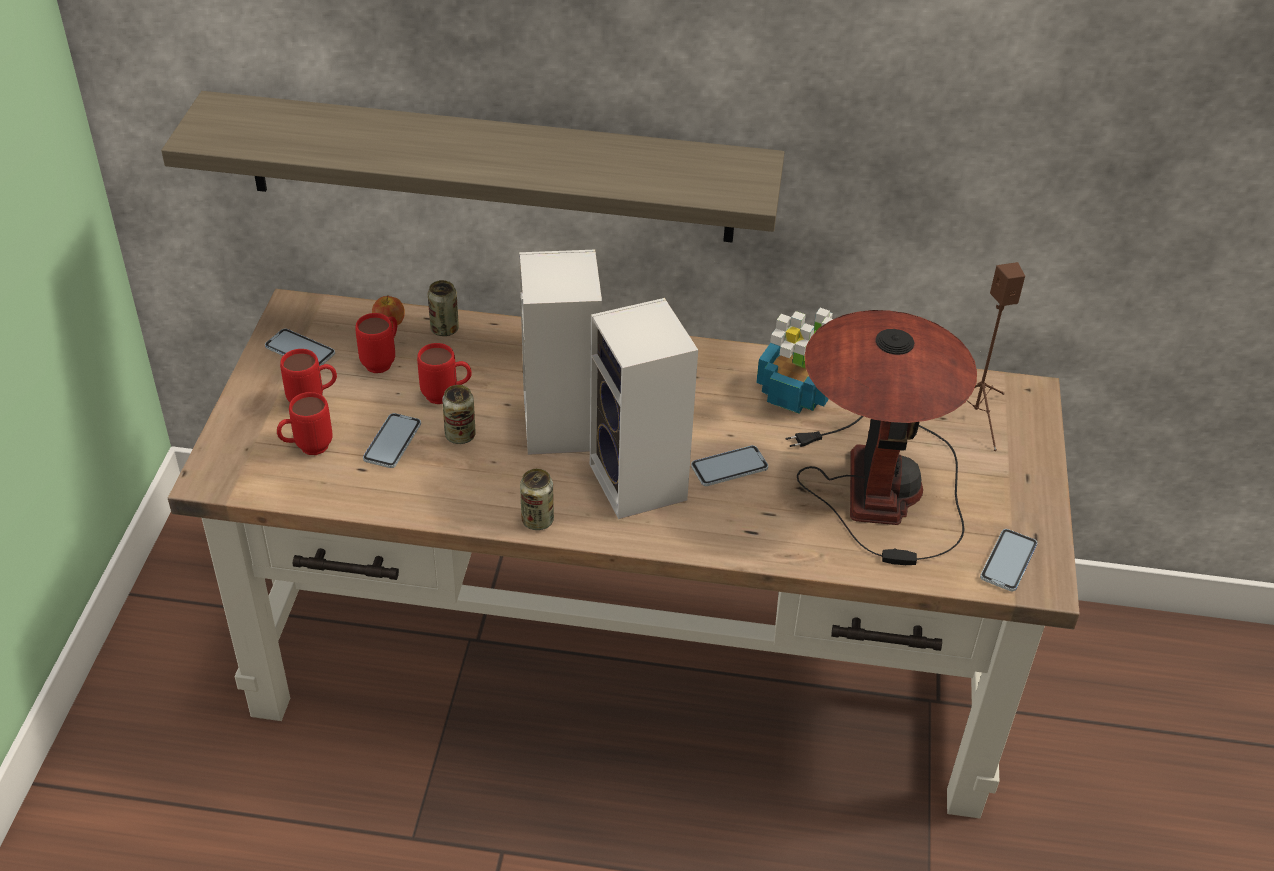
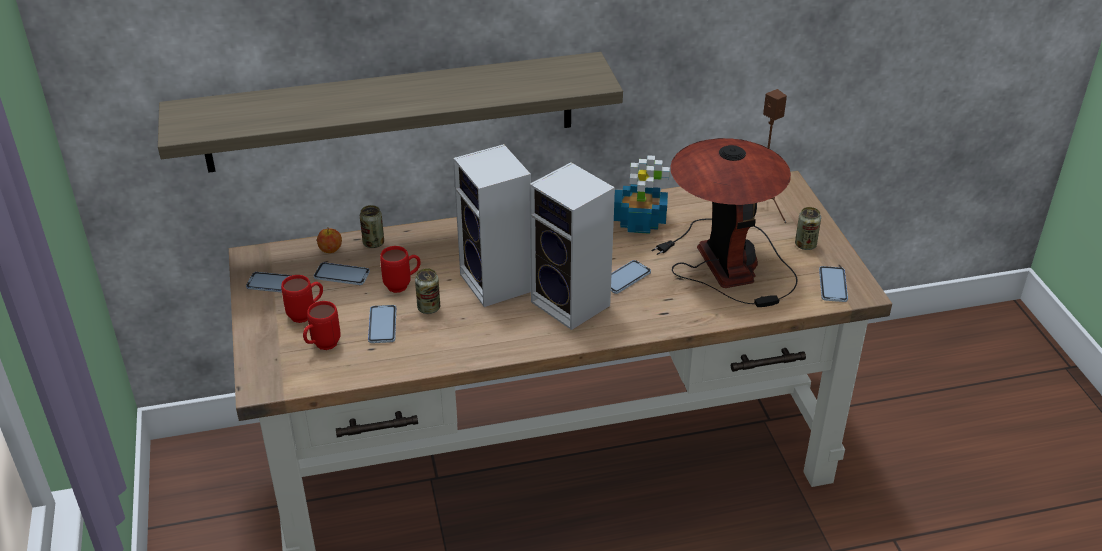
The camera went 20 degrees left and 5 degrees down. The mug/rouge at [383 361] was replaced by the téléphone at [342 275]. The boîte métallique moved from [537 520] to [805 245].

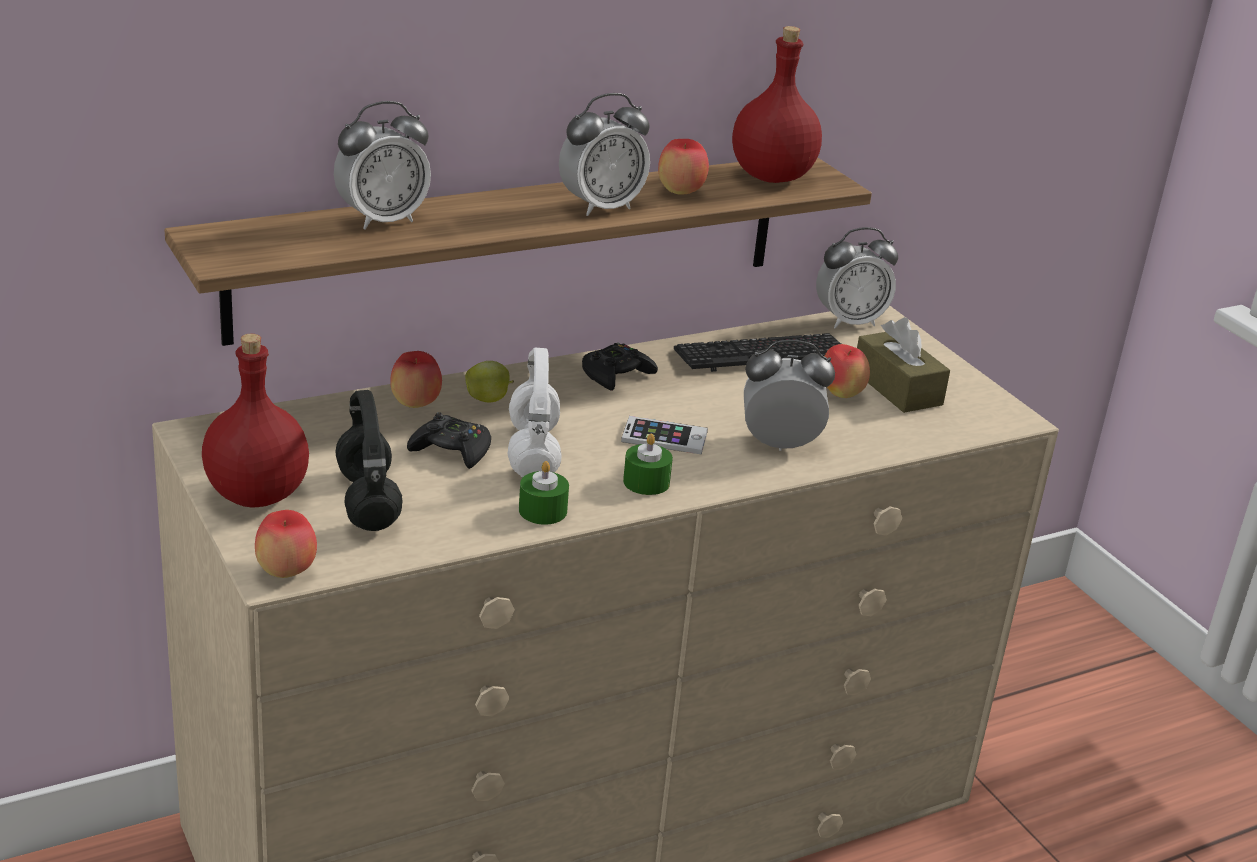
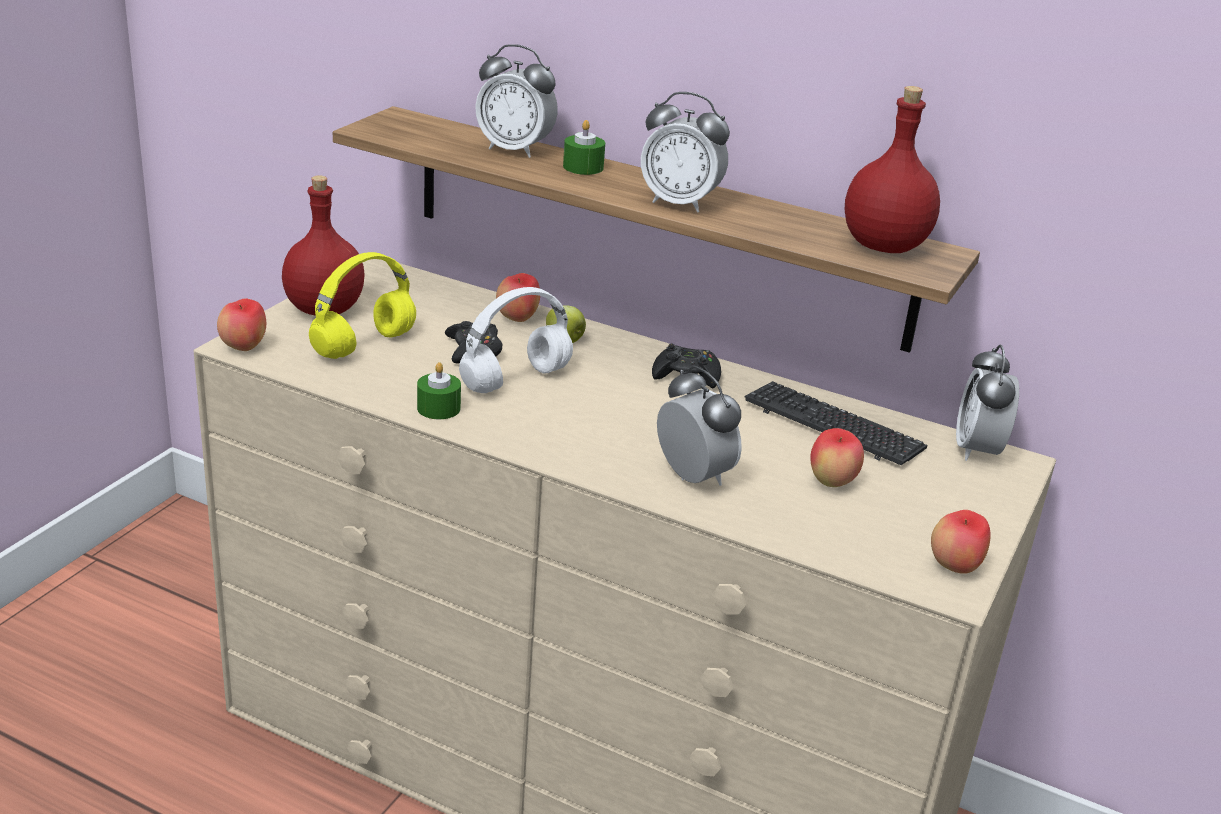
The camera went 55 degrees right and 0 degrees up. The casque audio/noir at [369 503] became the casque audio/jaune at [363 346]. The téléphone at [664 437] disappeared. The bougie/vert moved from [646 482] to [583 167]. The pomme moved from [680 192] to [955 567]. The réveil at [849 321] turned 60 degrees clockwise. The boîte à mouchoirs/marron at [897 388] disappeared.

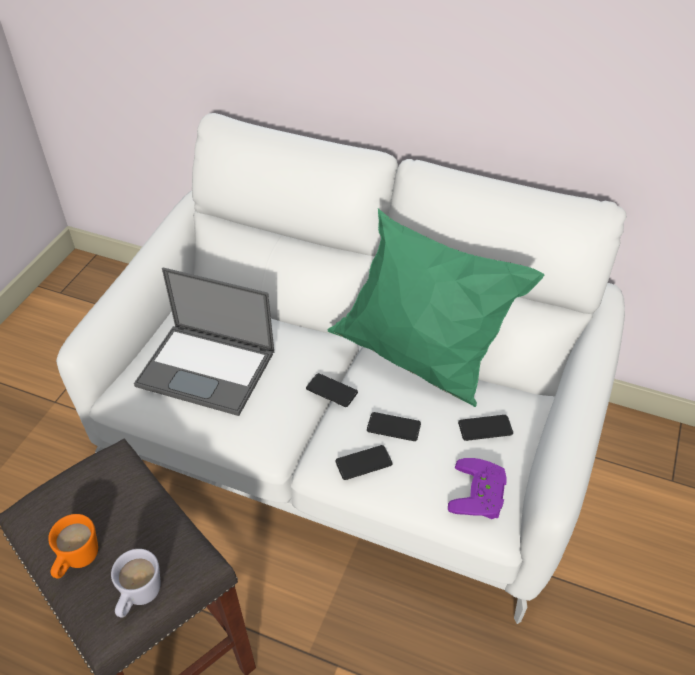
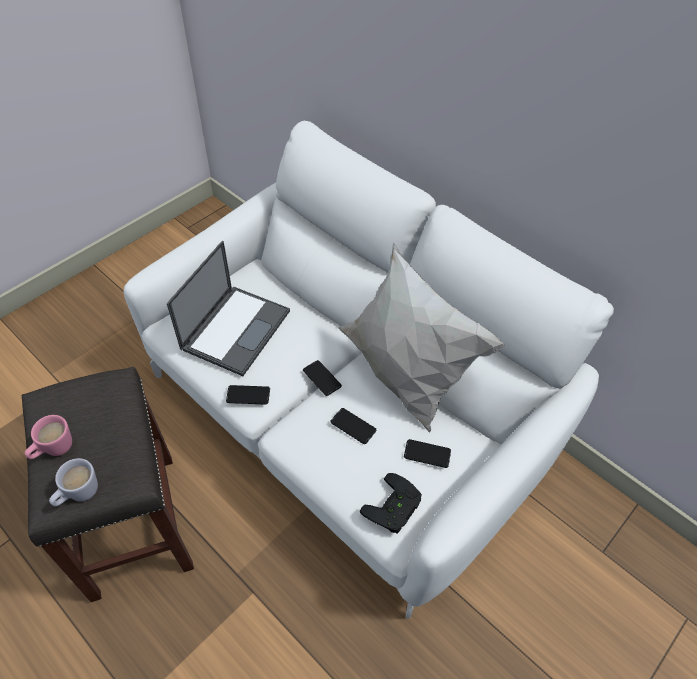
The camera went 20 degrees right and 5 degrees up. The mug/orange at [77 561] became the mug/rose at [54 450]. The ordinateur portable at [208 368] turned 105 degrees counterclockwise. The coussin/vert at [420 363] became the coussin/blanc at [403 379]. The téléphone moved from [363 463] to [248 395]. The manette/violet at [481 494] became the manette/noir at [395 508].

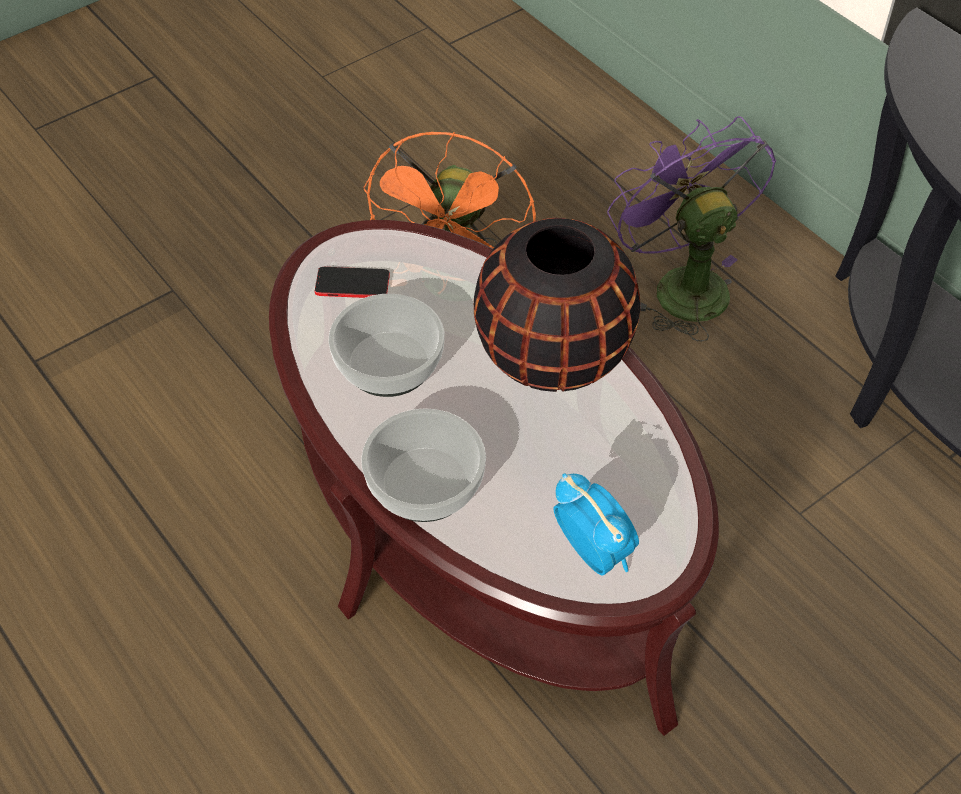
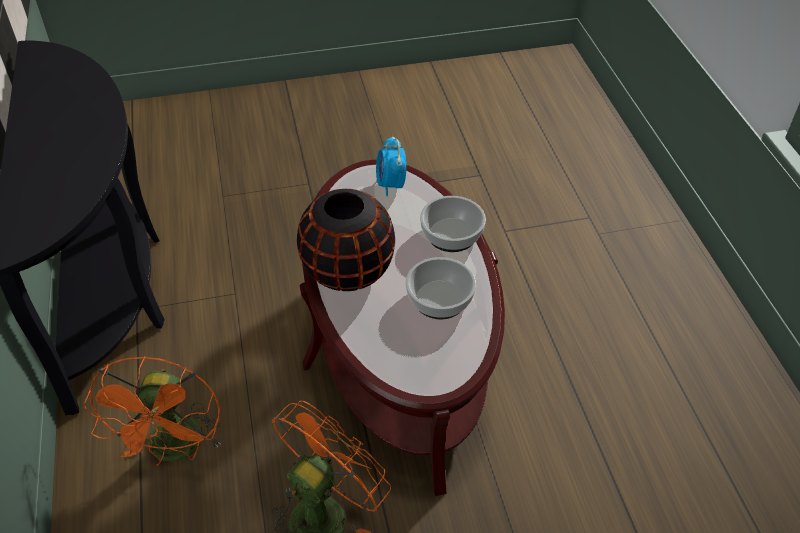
The camera went 155 degrees left and 5 degrees down. The téléphone at [352 284] disappeared. The ventilateur/violet at [680 284] became the ventilateur/orange at [175 450].

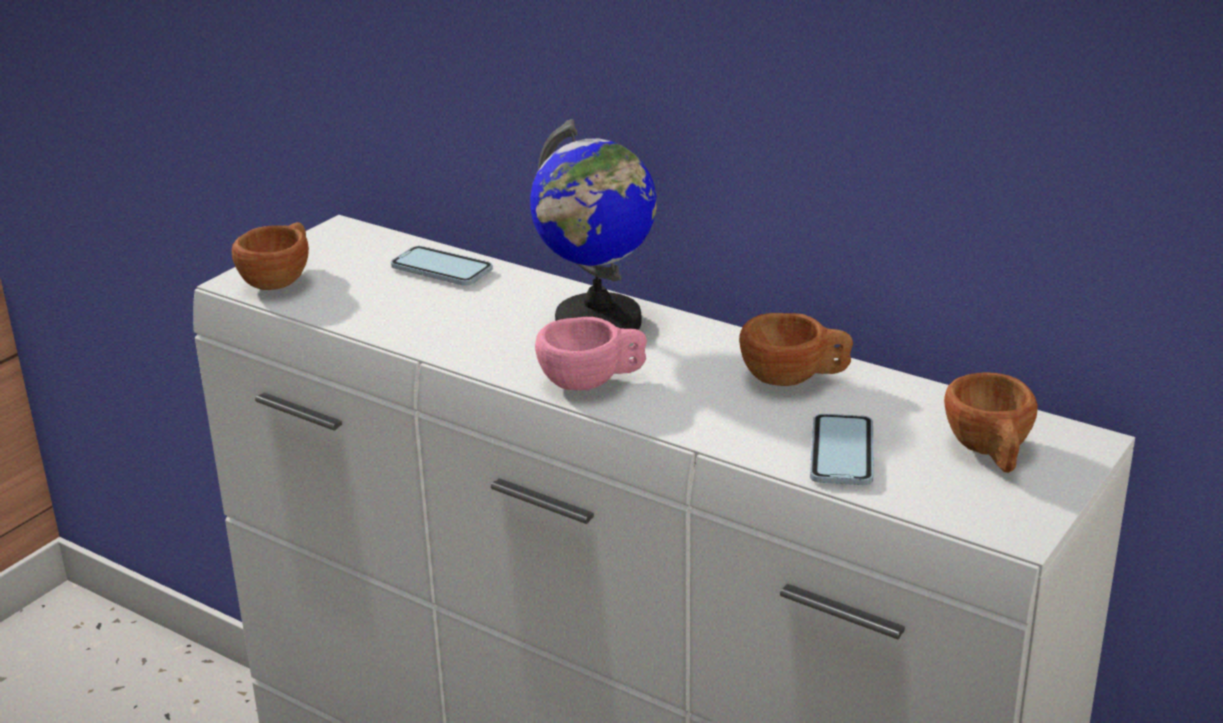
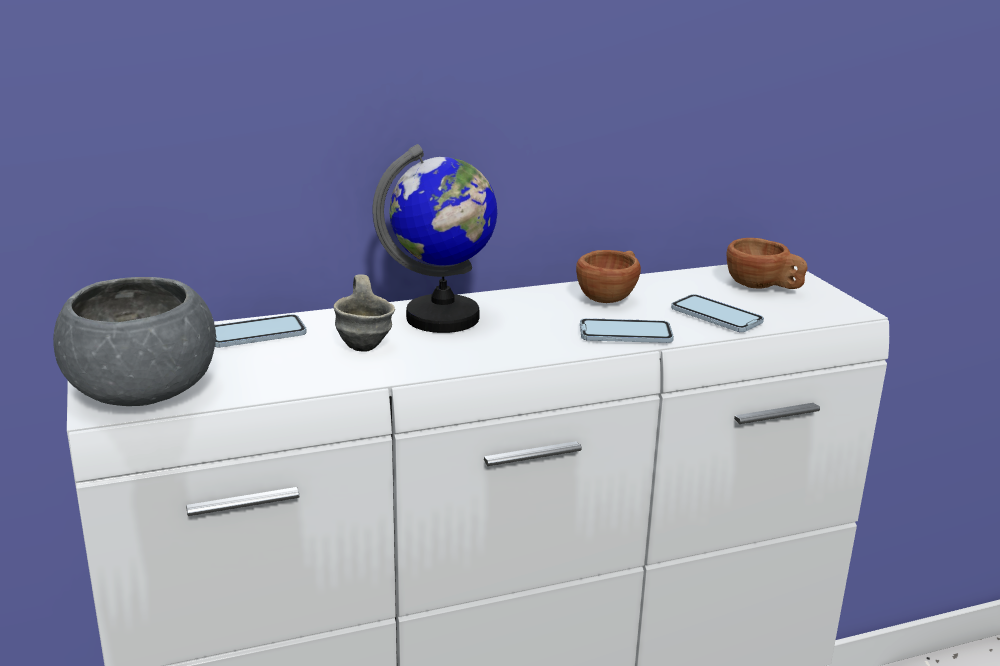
The camera went 55 degrees left and 5 degrees down. The tasse/marron at [281 280] was replaced by the bol/gris at [141 392]. The tasse/rose at [593 382] disappeared. The mug/gris at [367 344] appeared. The téléphone at [625 334] appeared.

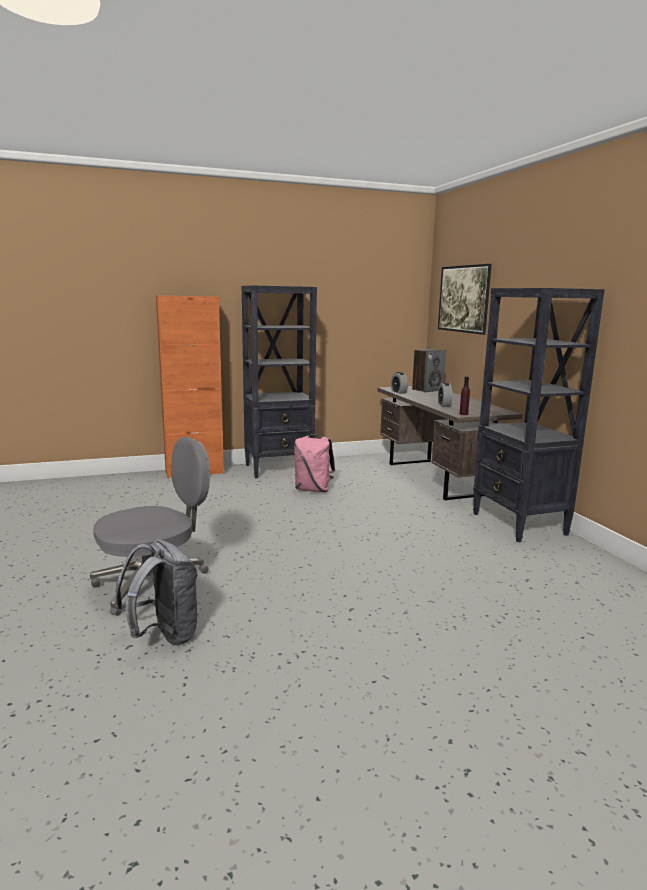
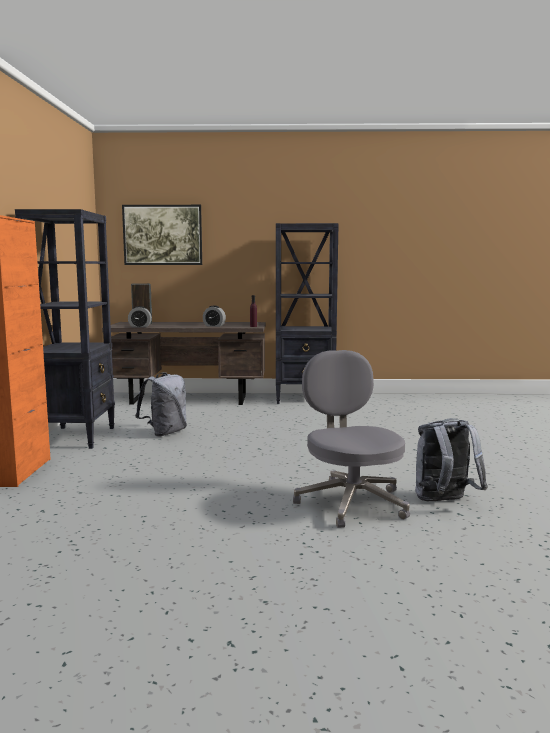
The camera went 70 degrees left and 5 degrees down. The sac à dos/rose at [313 490] became the sac à dos/gris at [165 433].

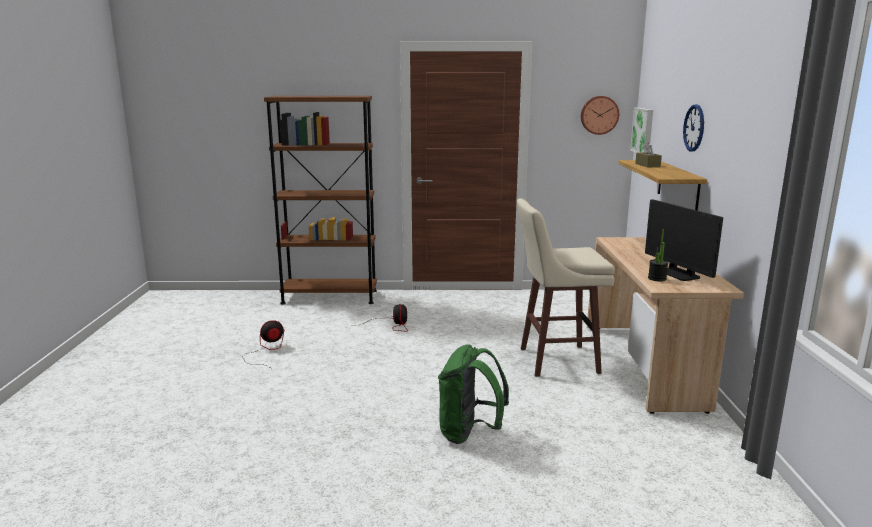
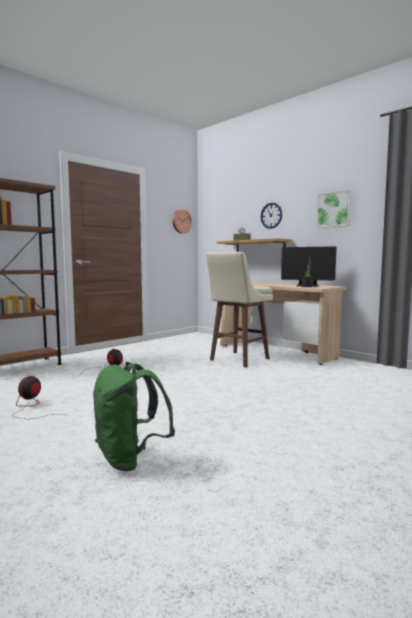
The camera went 45 degrees left and 10 degrees down. The sac à dos/vert moved from [469 433] to [130 459]. The tableau moved from [643 131] to [334 209].

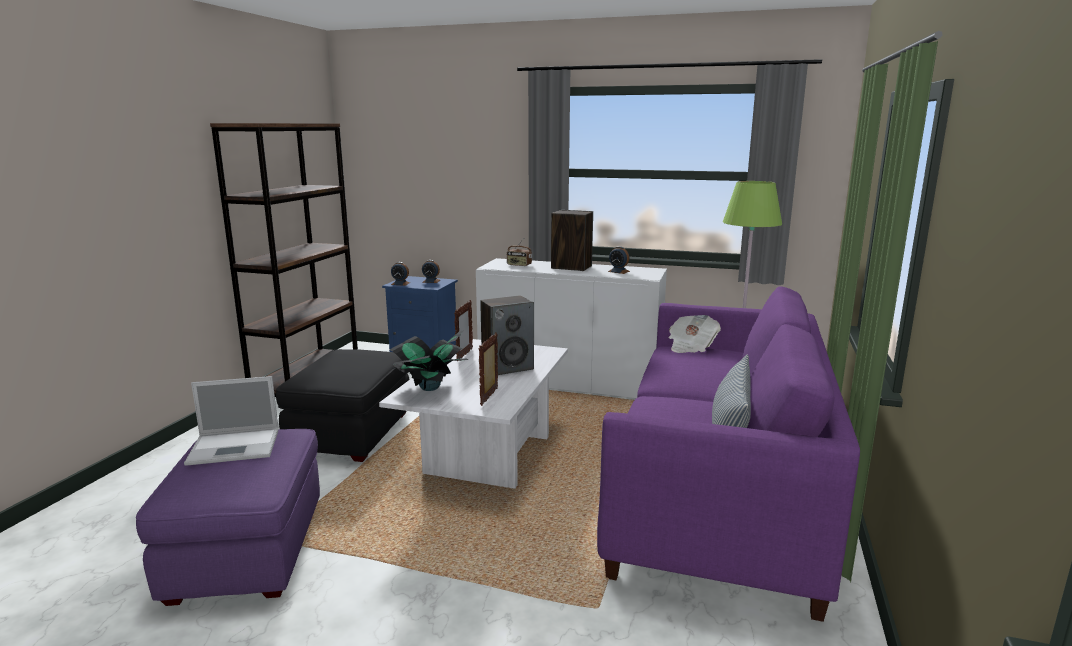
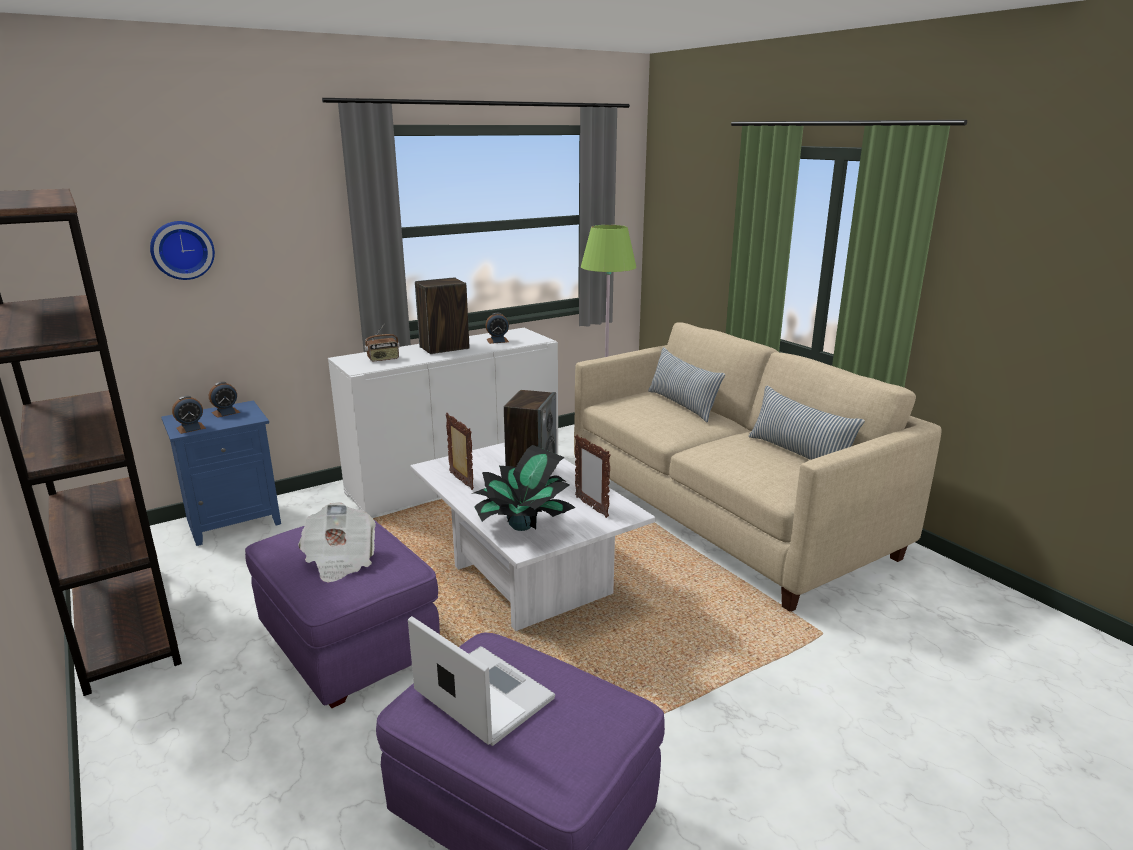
The camera went 50 degrees left and 5 degrees up. The ordinateur portable at [236 446] turned 75 degrees counterclockwise. The pouf/noir at [352 432] became the pouf/violet at [347 642]. The canapé/violet at [718 492] became the canapé/beige at [726 514]. The journal moved from [691 346] to [340 560]. The horloge murale at [182 250] appeared. The coussin at [682 405] appeared.

